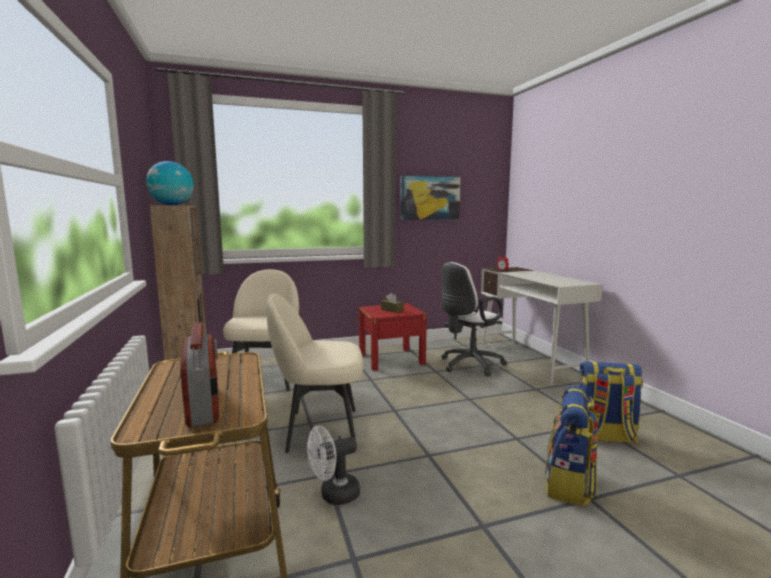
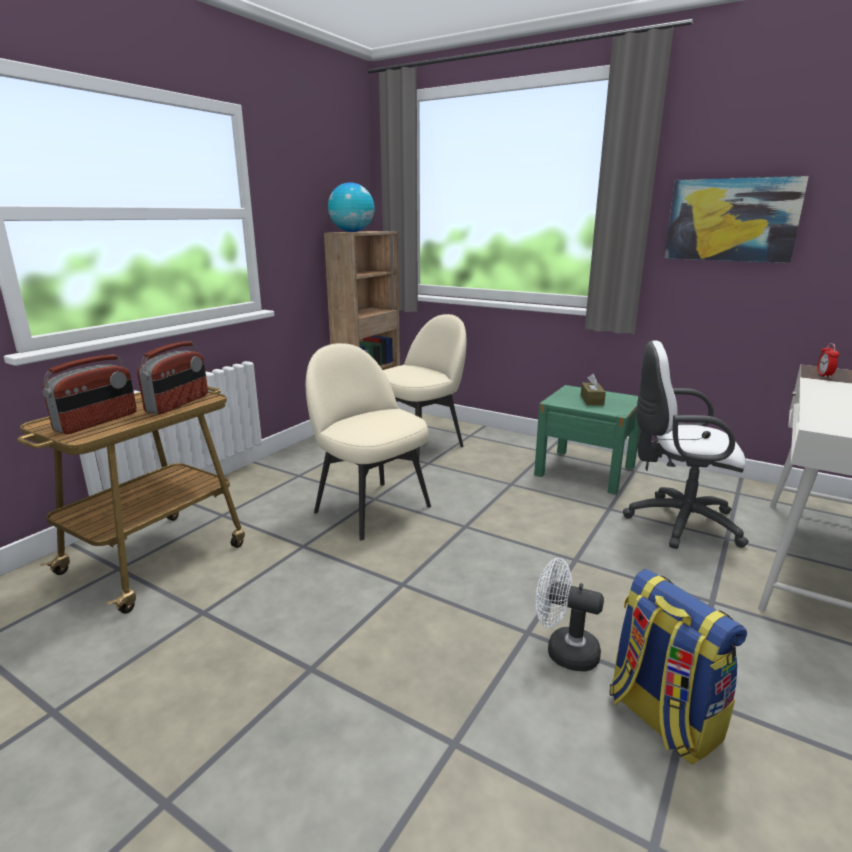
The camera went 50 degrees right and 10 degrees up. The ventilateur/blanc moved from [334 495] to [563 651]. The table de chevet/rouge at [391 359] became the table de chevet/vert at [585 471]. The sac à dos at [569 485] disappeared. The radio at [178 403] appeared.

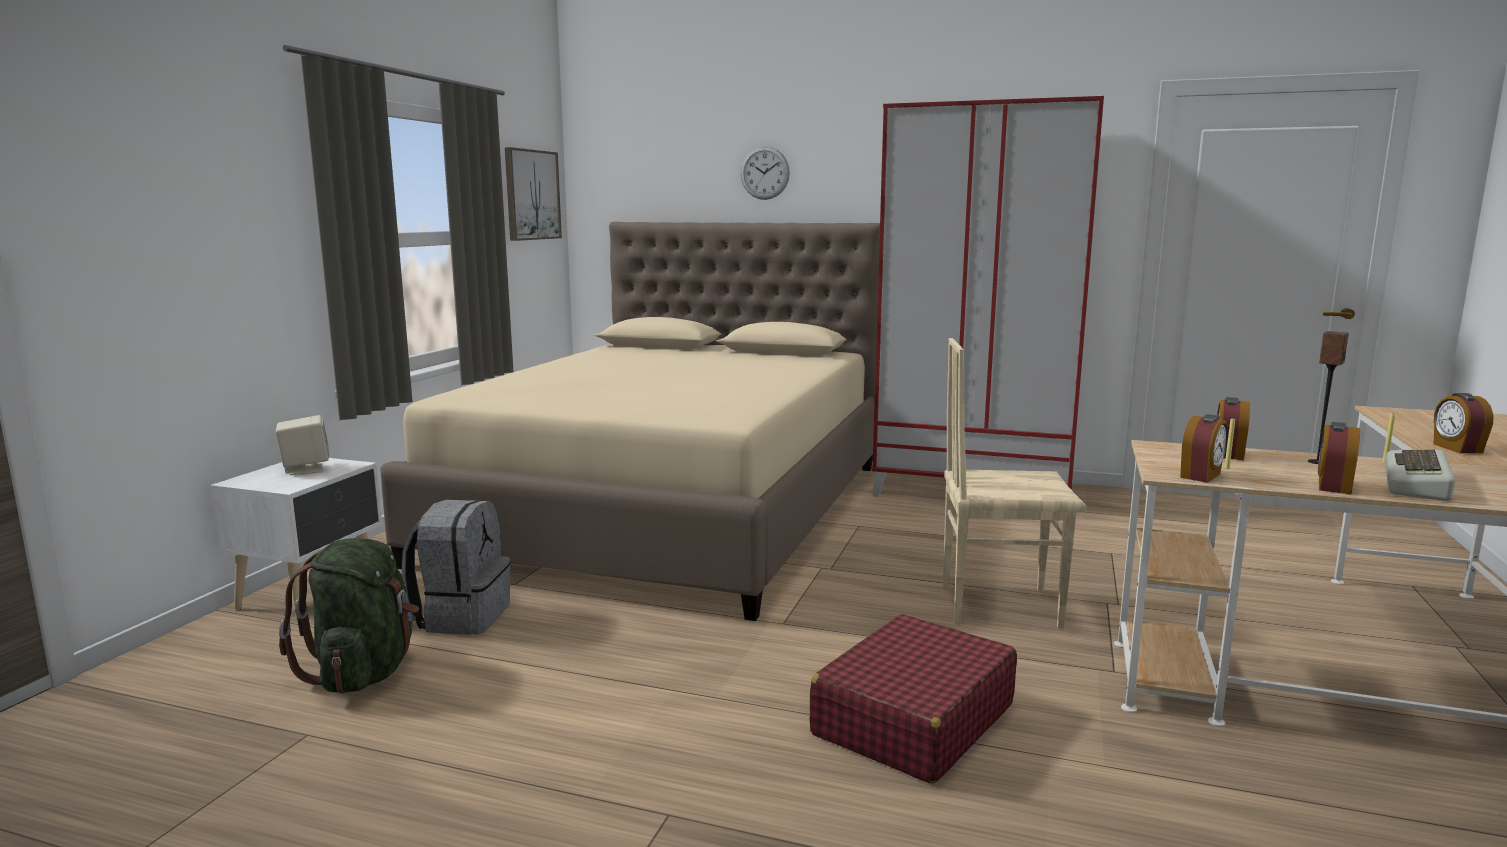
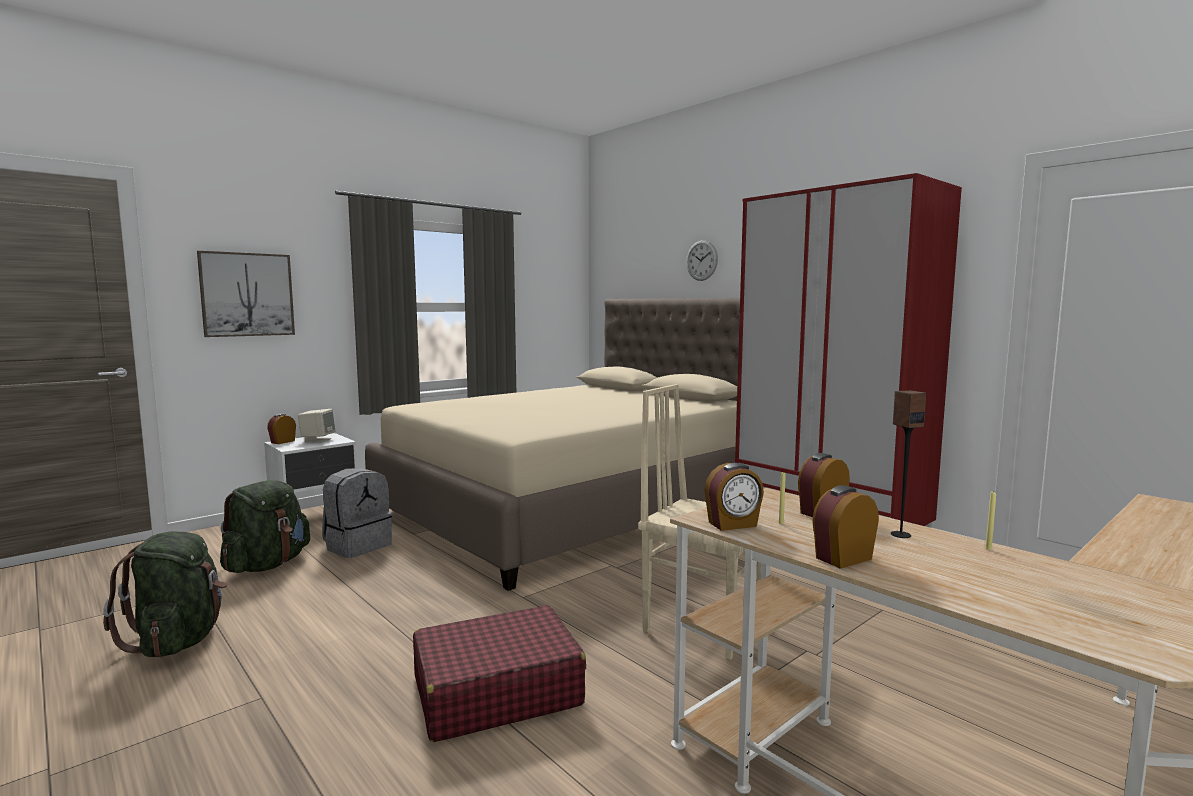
The camera went 30 degrees right and 5 degrees down. The tableau moved from [531 195] to [247 294]. The clavier at [1419 484] disappeared. The réveil moved from [1456 448] to [282 442]. The sac à dos/vert at [178 640] appeared.

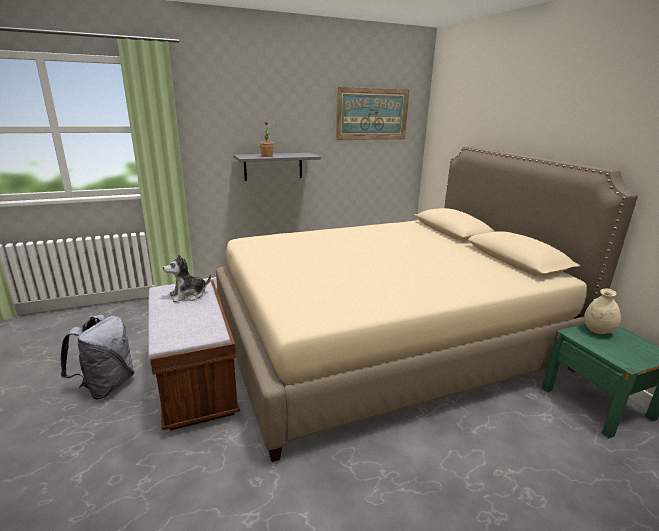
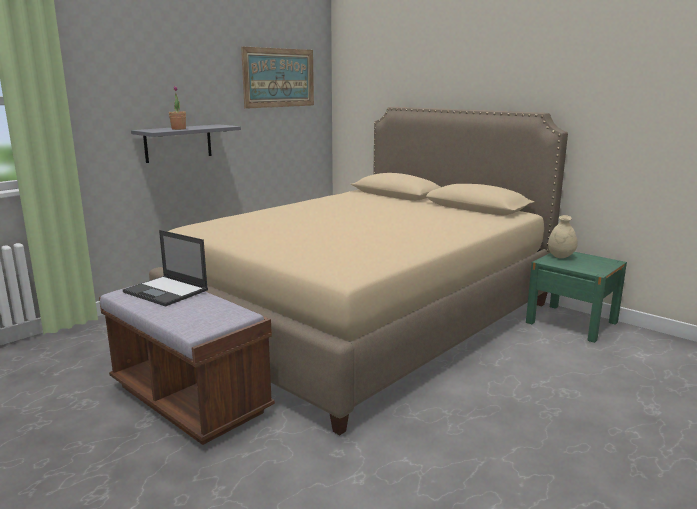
The camera went 25 degrees left and 5 degrees down. The sac à dos/gris at [107 386] disappeared. The peluche at [188 295] was replaced by the ordinateur portable at [166 291].

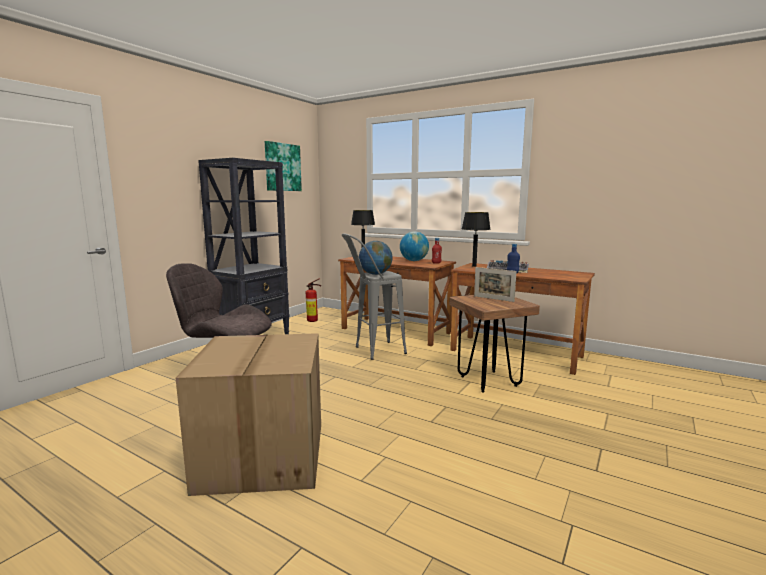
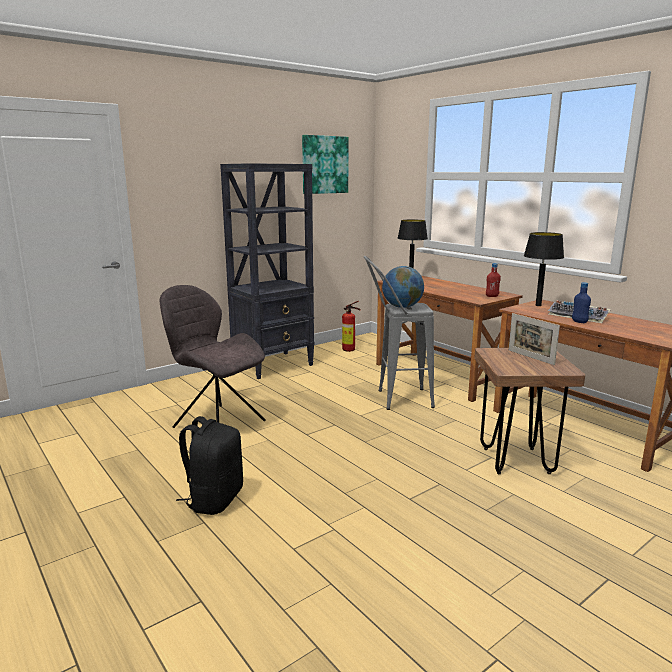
The camera went 20 degrees right and 5 degrees up. The carton at [262 455] was replaced by the sac à dos/noir at [214 499]. The globe at [414 261] disappeared.

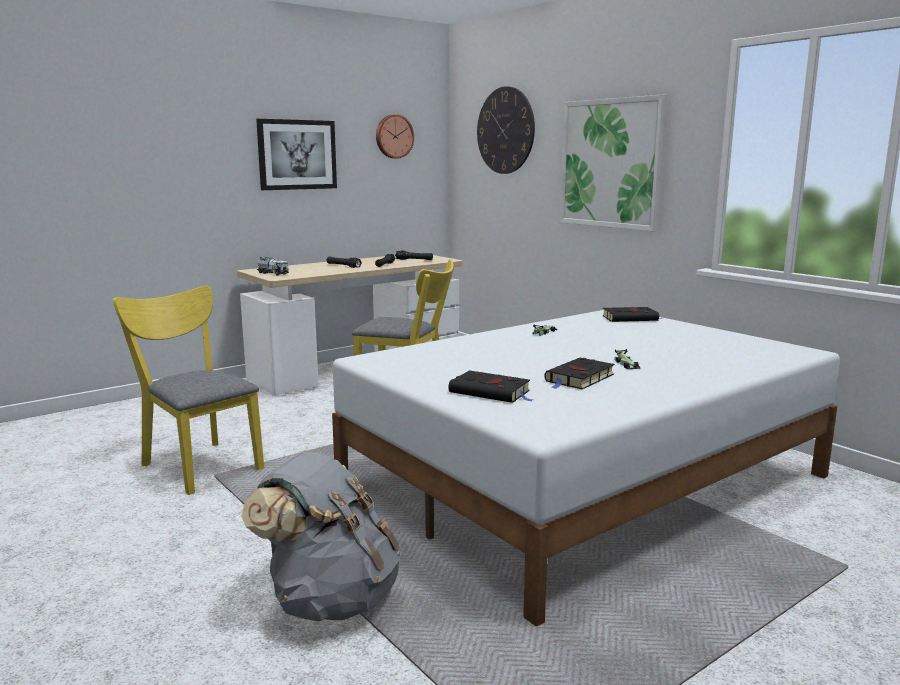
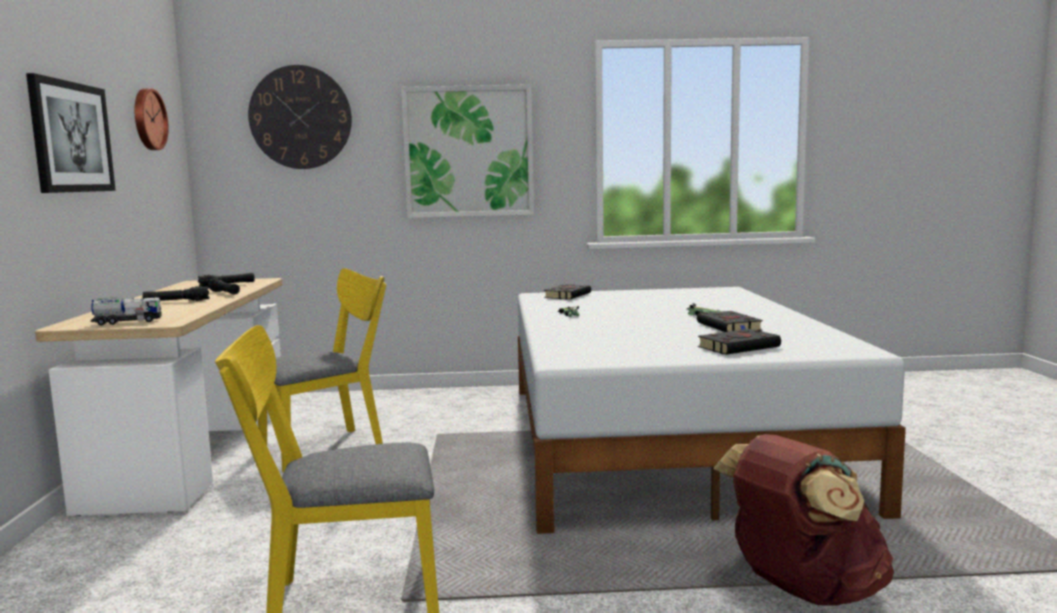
The camera went 55 degrees left and 5 degrees down. The sac à dos/gris at [330 600] became the sac à dos/marron at [802 590].

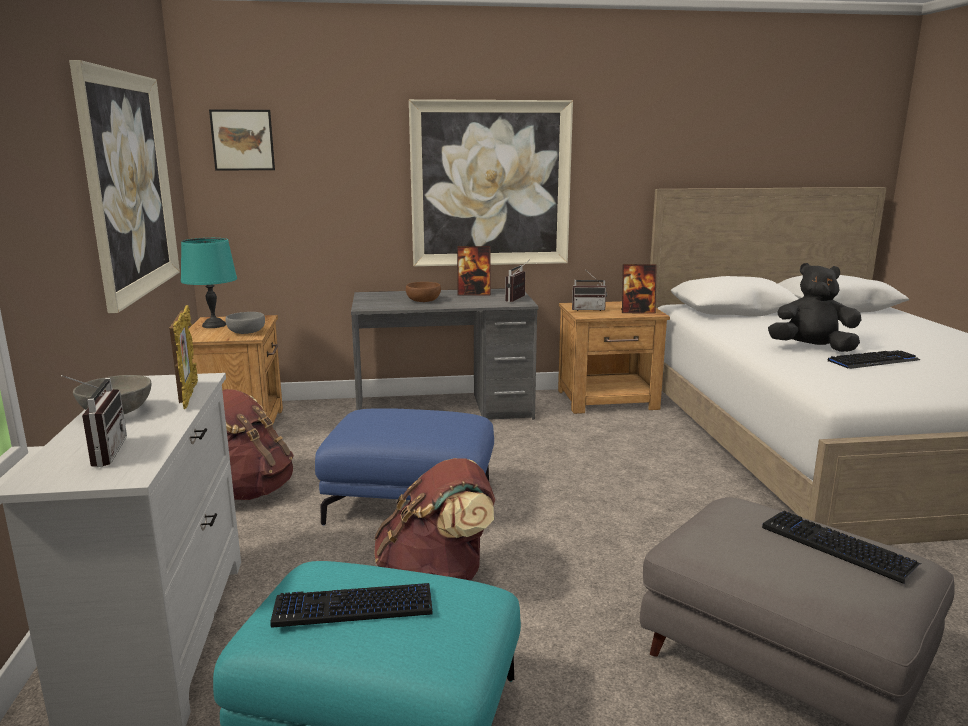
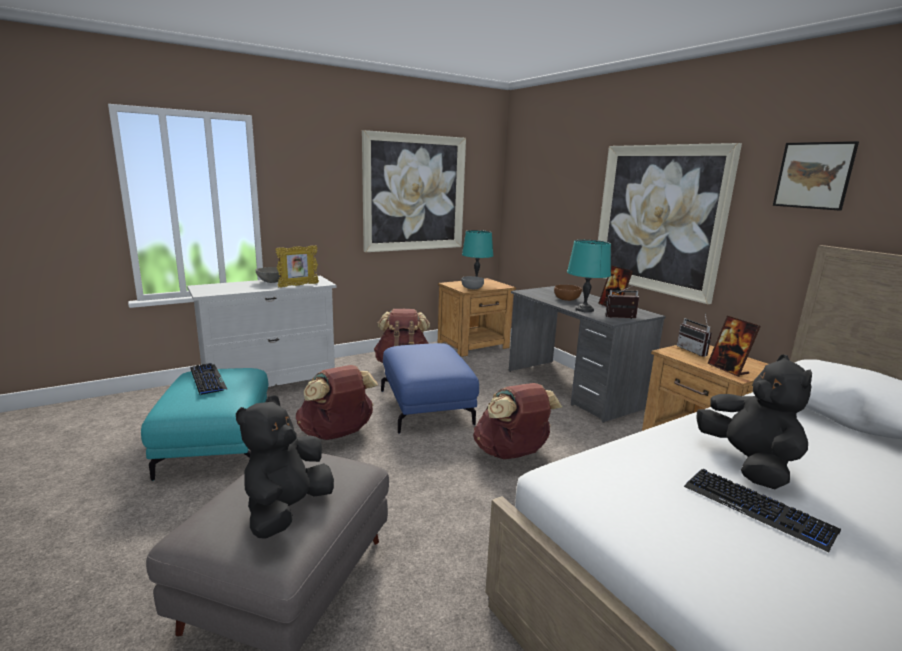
The camera went 65 degrees right and 0 degrees up. The radio at [100 453] disappeared. The tableau moved from [242 140] to [813 175]. The clavier at [837 546] was replaced by the peluche/noir at [287 511]. The sac à dos/marron at [512 454] appeared. The lampe de table/turquoise at [584 309] appeared.

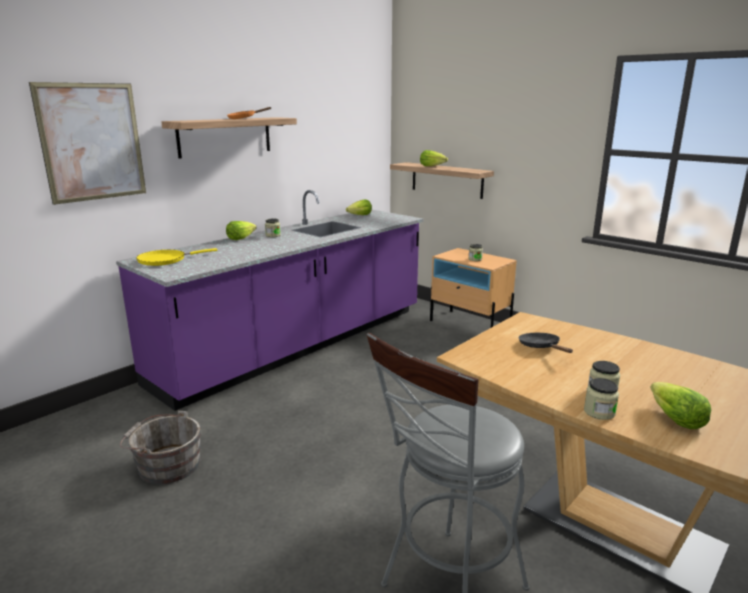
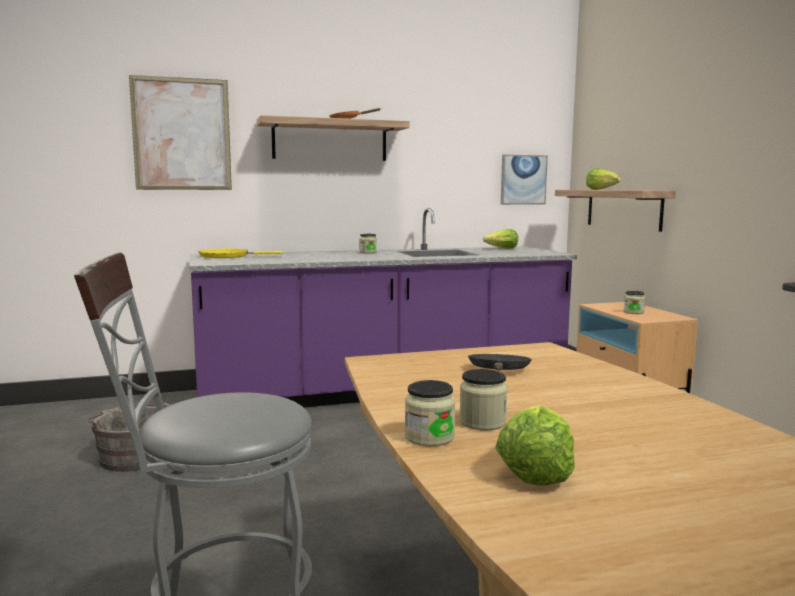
The camera went 30 degrees right and 10 degrees down. The laitue at [240 238] disappeared. The tableau at [523 179] appeared.

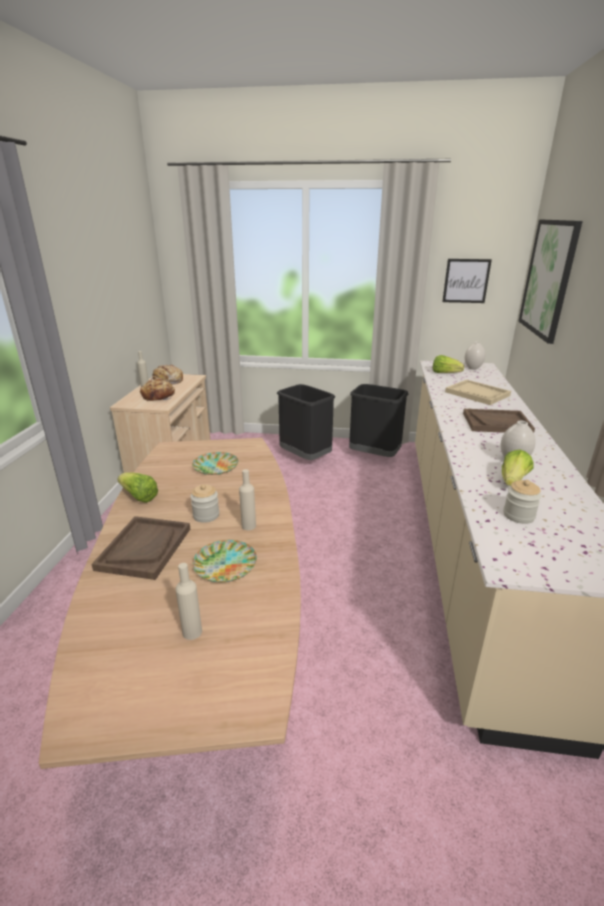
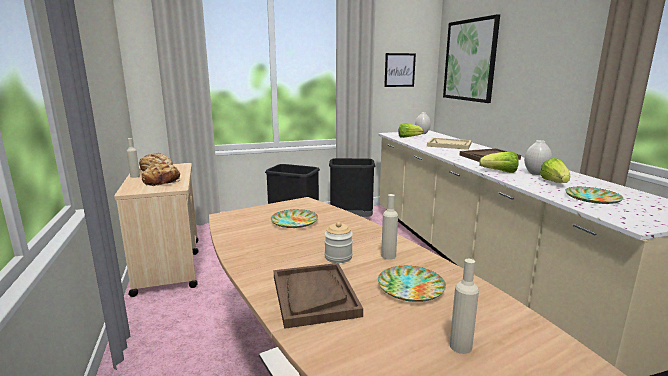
The camera went 25 degrees left and 10 degrees down. The laitue moved from [139 497] to [500 172]. The bocal at [518 515] was replaced by the assiette at [591 198].

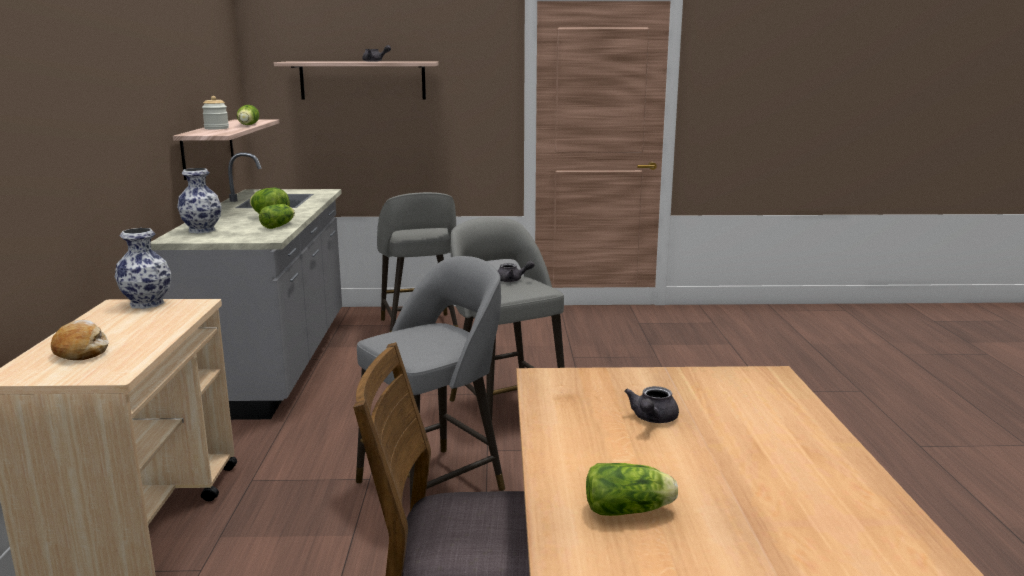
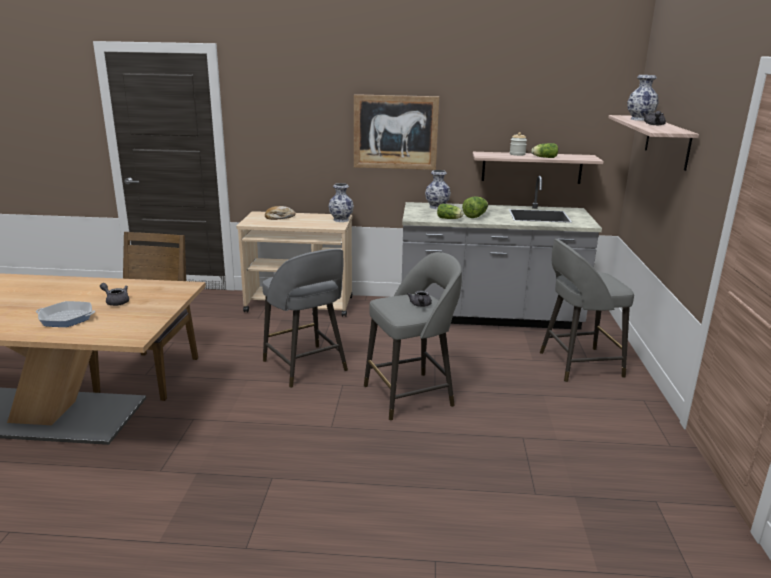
The camera went 95 degrees right and 5 degrees up. The laitue at [631 510] disappeared. The poêle at [66 318] appeared. The tableau at [395 132] appeared. The vase at [639 119] appeared.

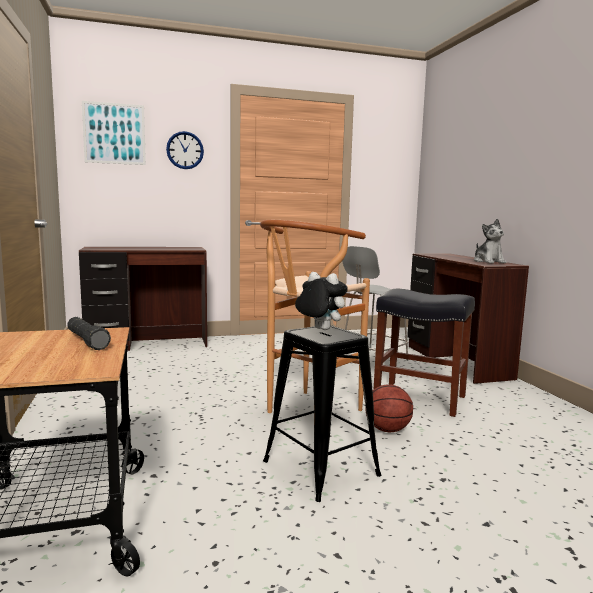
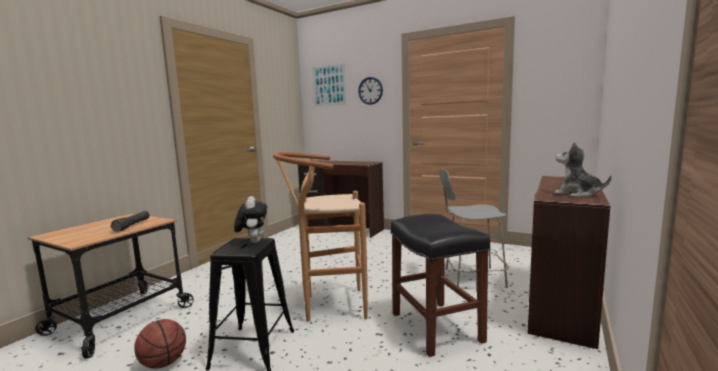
The camera went 45 degrees right and 0 degrees up. The ballon de basket moved from [387 430] to [163 363]. The peluche at [488 261] turned 105 degrees clockwise.

